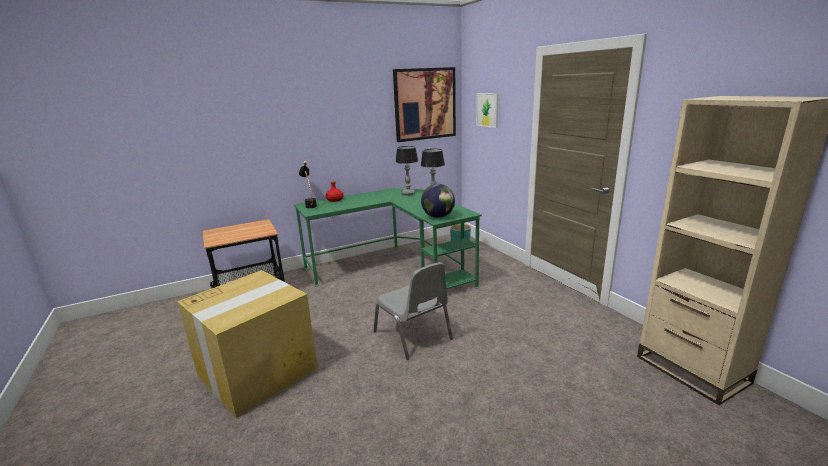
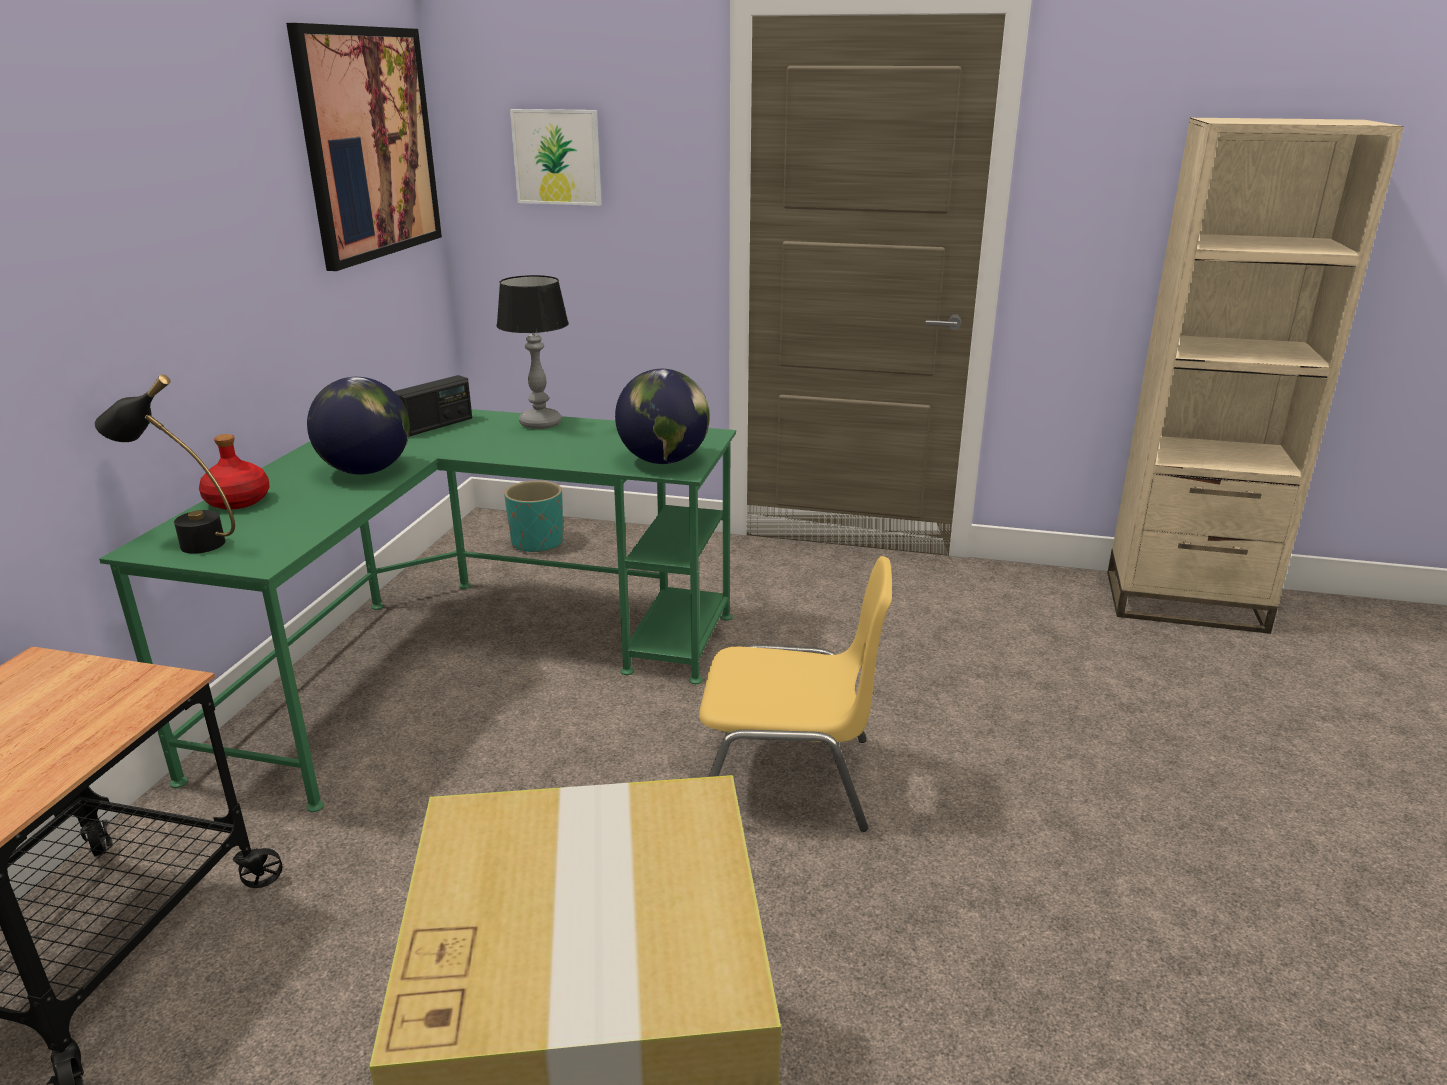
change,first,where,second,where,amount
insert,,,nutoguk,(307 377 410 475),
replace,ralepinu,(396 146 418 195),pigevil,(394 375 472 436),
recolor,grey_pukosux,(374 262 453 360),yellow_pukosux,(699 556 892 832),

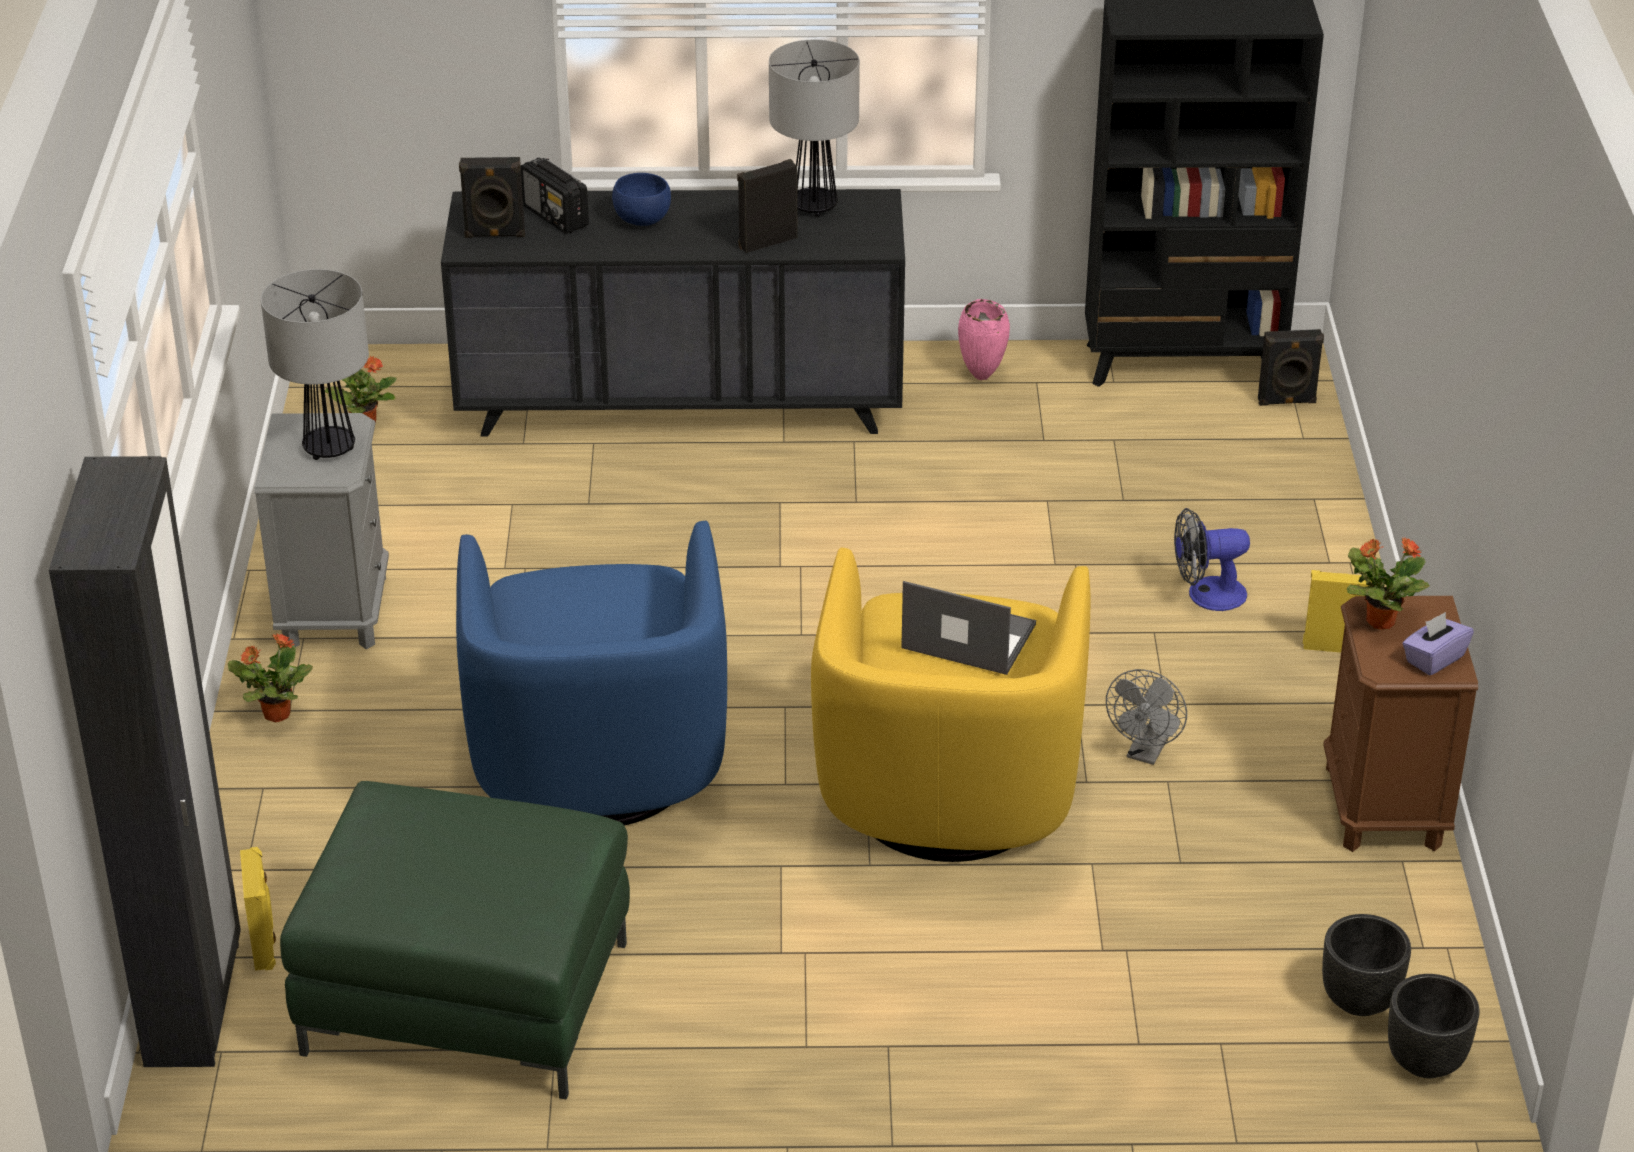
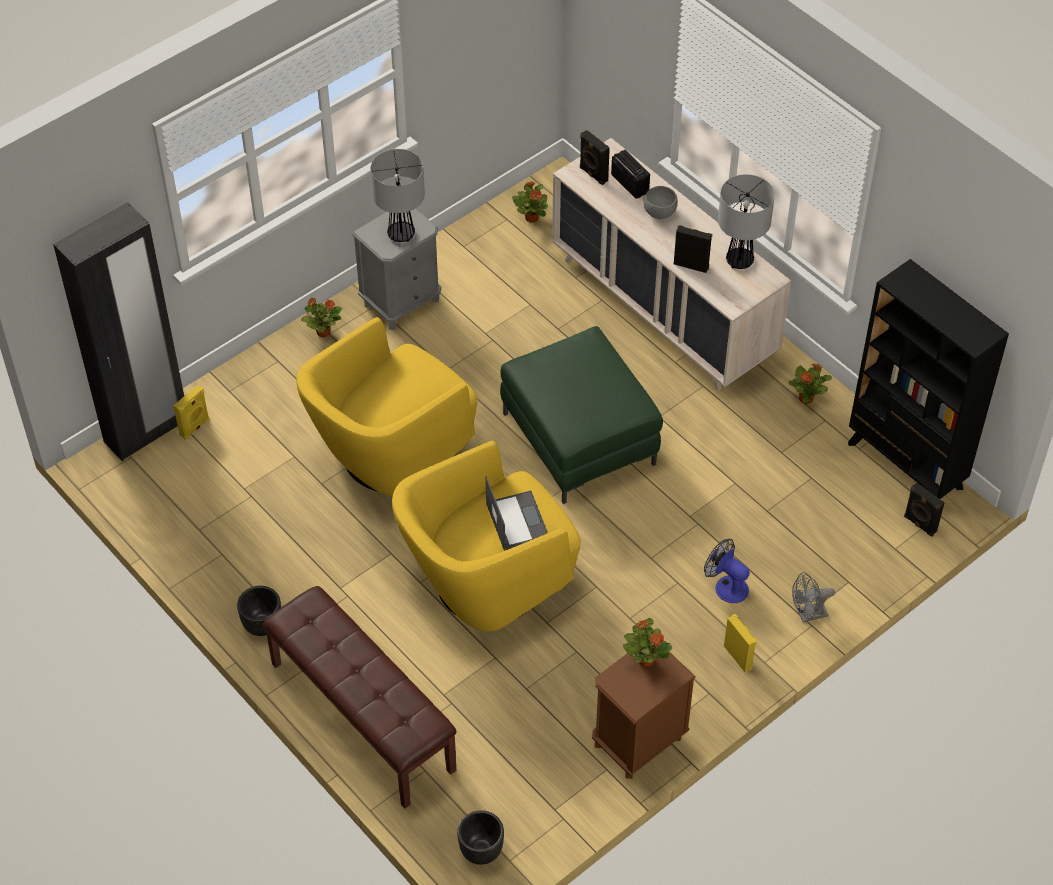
change,first,where,second,where,amount
move,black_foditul,(1322 914 1411 1016),,(237 586 281 636),
insert,,,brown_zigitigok,(262 586 457 808),
recolor,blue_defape,(456 521 727 826),yellow_defape,(296 317 477 496),
move,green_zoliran,(280 781 630 1099),,(500 326 663 504),
recolor,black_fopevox,(441 189 905 437),beige_fopevox,(552 138 791 391),
rotate,pigevil,(521 157 589 234),,(611 150 650 199),135 degrees clockwise
recolor,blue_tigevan,(612 173 671 226),grey_tigevan,(644 186 678 219),
replace,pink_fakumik,(958 299 1010 380),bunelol,(789 363 832 404),
move,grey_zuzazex,(1106 669 1187 765),,(792 572 835 623),
delete,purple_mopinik,(1402 612 1474 675),,,

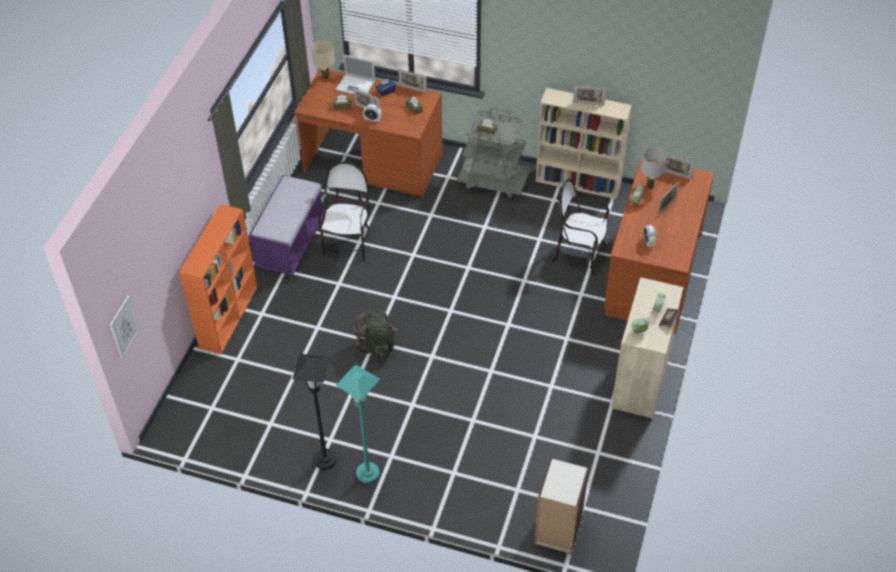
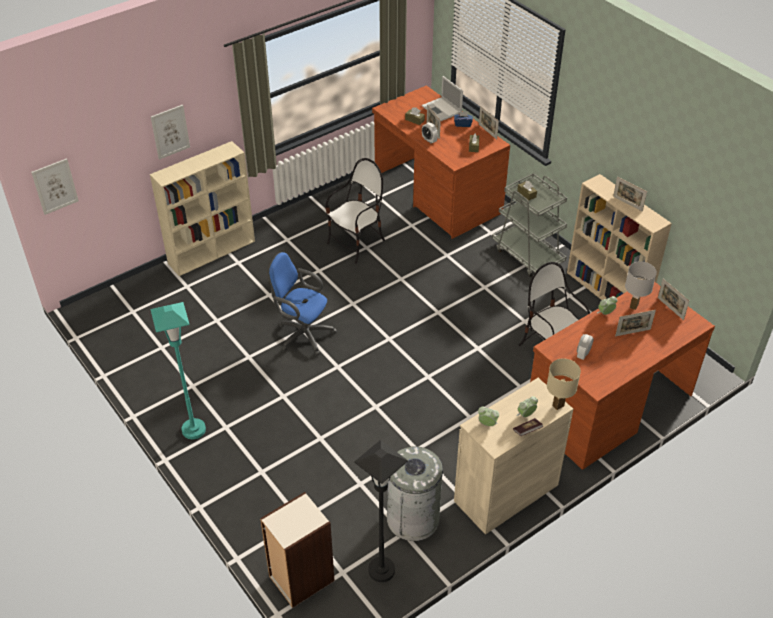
change,first,where,second,where,amount
recolor,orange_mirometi,(179 204 258 354),beige_mirometi,(150 141 255 276),
insert,,,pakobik,(151 105 190 160),
replace,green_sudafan,(354 308 398 361),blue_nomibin,(268 252 337 356),
move,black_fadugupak,(293 354 337 470),,(354 440 408 582),
insert,,,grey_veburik,(387 446 443 541),
move,beige_ralepinu,(312 40 335 80),,(547 359 581 410),
delete,purple_zigitigok,(248 175 325 276),,,

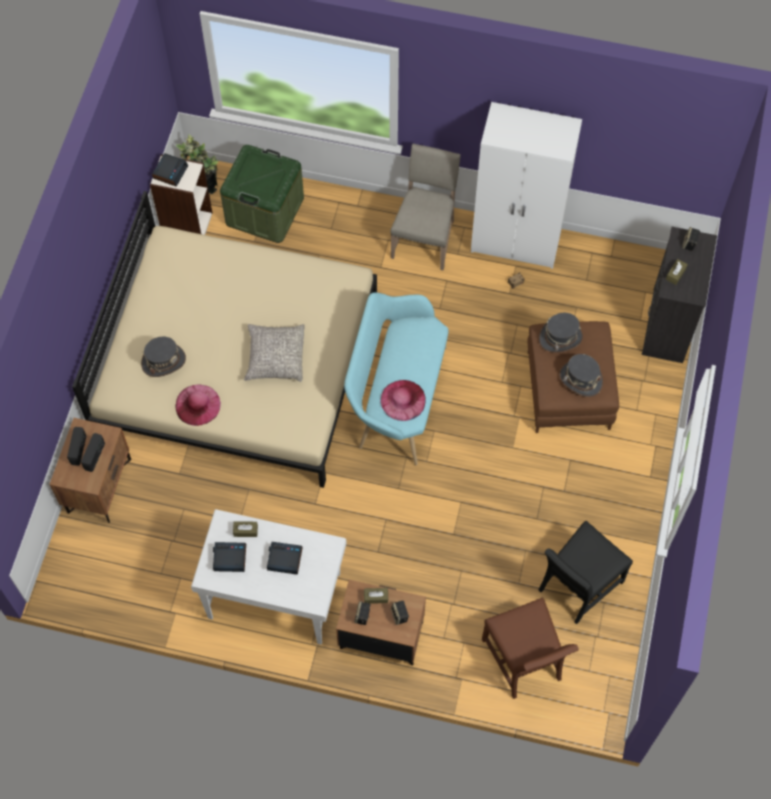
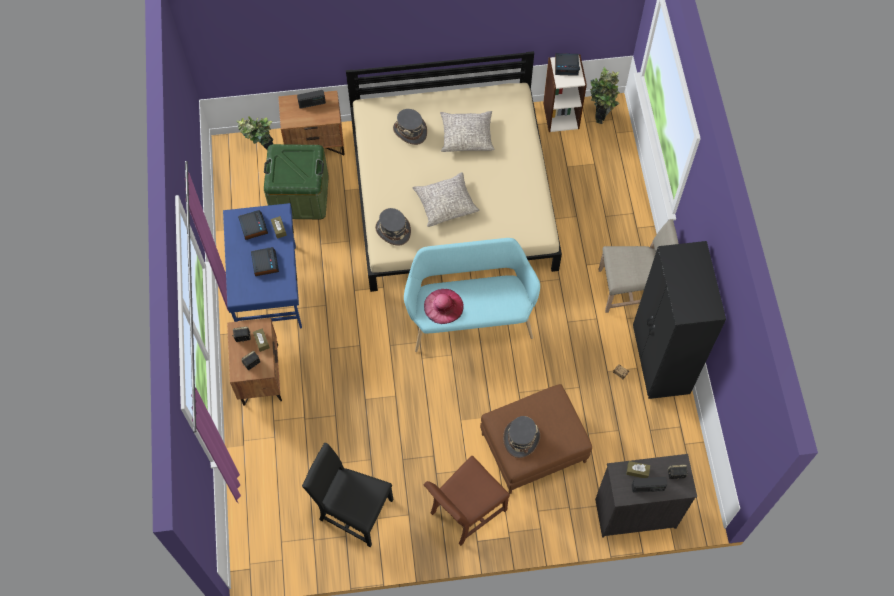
change,first,where,second,where,amount
recolor,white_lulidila,(191 509 347 645),blue_lulidila,(223 203 302 329),
insert,,,bunelol,(237 116 274 150),
move,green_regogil,(220 145 304 243),,(264 144 329 219),
move,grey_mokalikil,(539 313 583 353),,(375 208 411 246),
move,brown_pukosux,(482 597 579 699),,(424 455 510 546),
insert,,,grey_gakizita,(440 111 495 152),
move,pigevil,(81 433 105 472),,(632 477 667 493),
recolor,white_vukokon,(471 102 582 269),black_vukokon,(633 241 726 399),
delete,pink_mokalikil,(176 384 221 426),,,

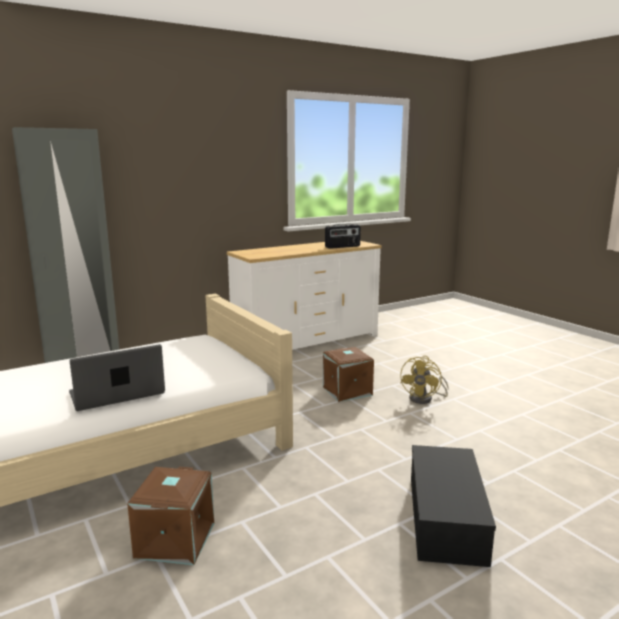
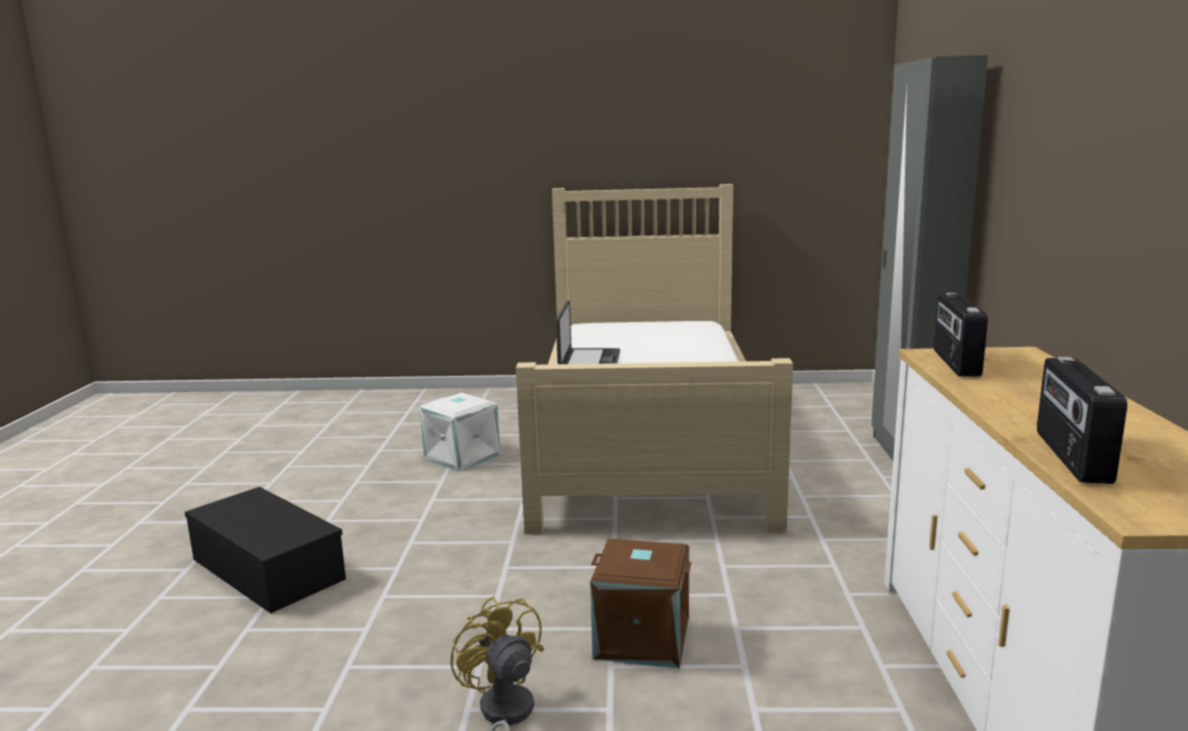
change,first,where,second,where,amount
recolor,brown_regogil,(127 466 214 565),white_regogil,(420 393 500 471),
insert,,,pigevil,(934 293 988 377),

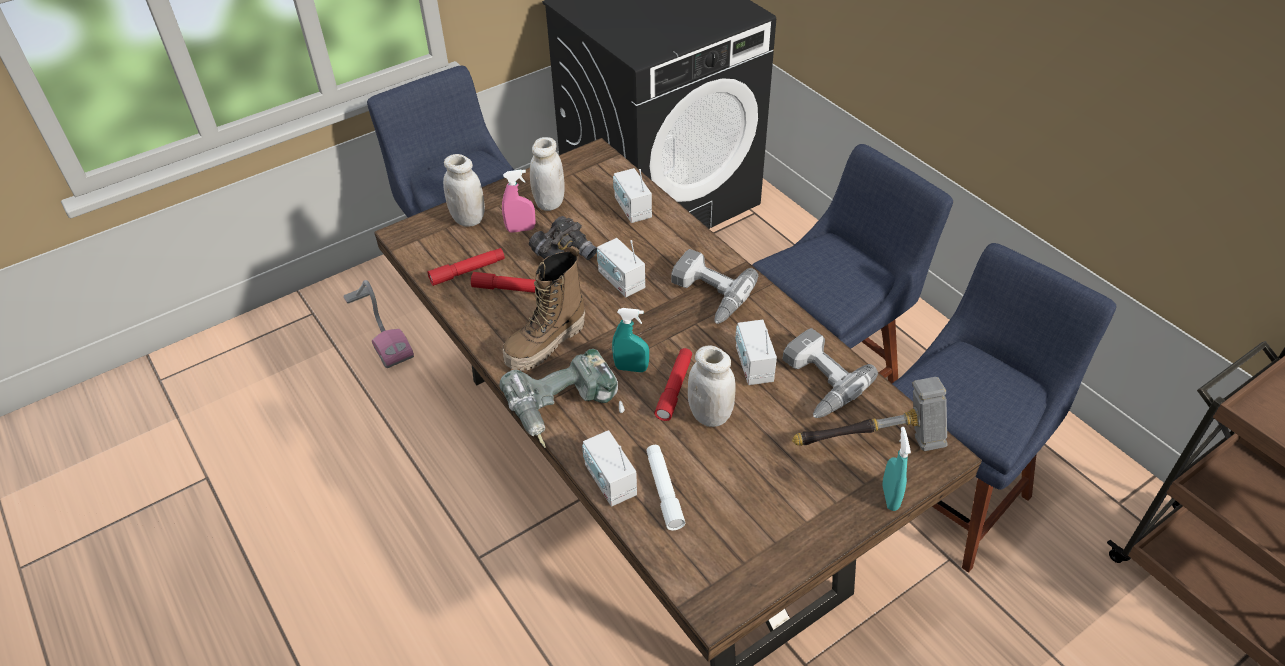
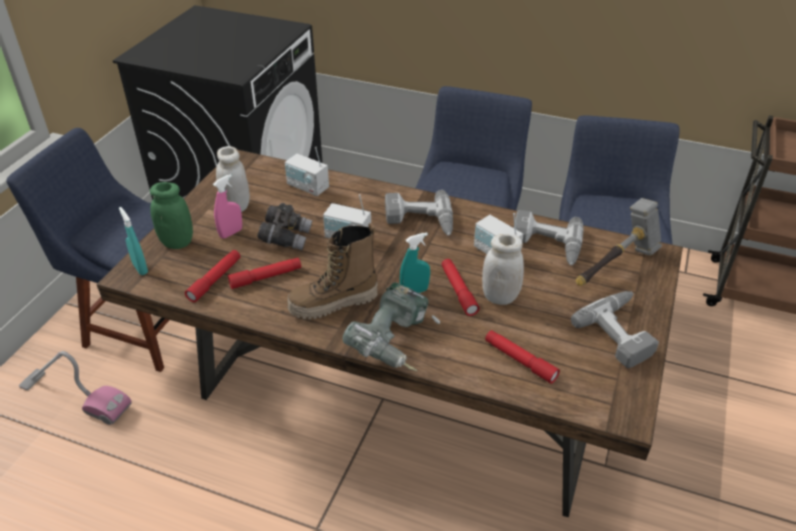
change,first,where,second,where,amount
move,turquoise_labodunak,(882 427 911 511),,(119 207 148 275),
recolor,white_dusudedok,(443 154 485 227),green_dusudedok,(150 182 193 249),
rotate,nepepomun,(503 246 585 371),,(287 223 378 320),60 degrees clockwise
recolor,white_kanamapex,(646 445 685 531),red_kanamapex,(485 330 560 384),
insert,,,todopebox,(571 291 659 368),
delete,pigevil,(582 430 637 507),,,

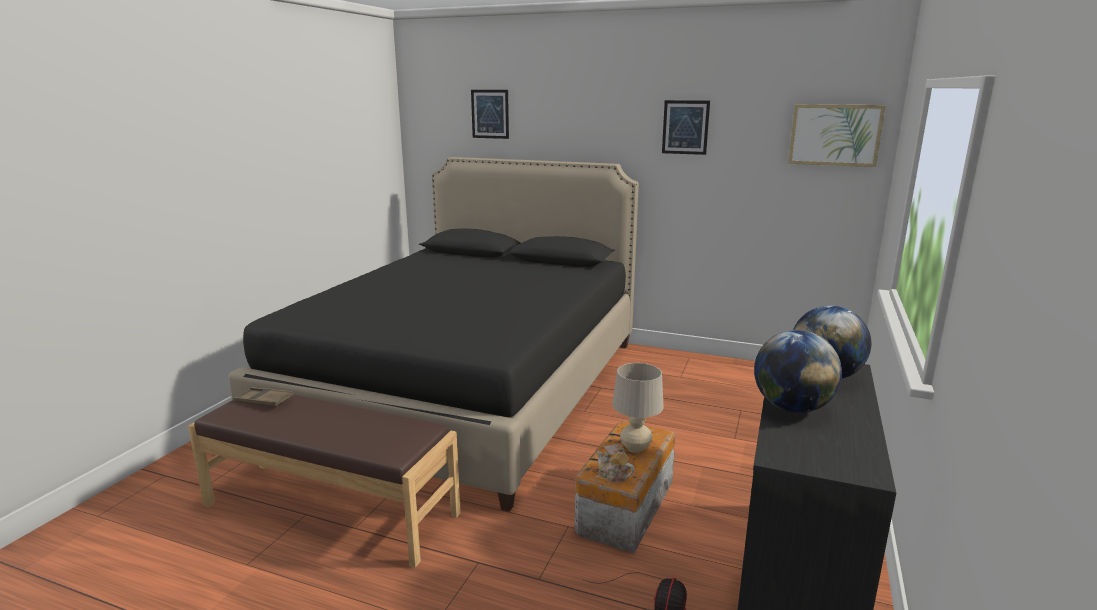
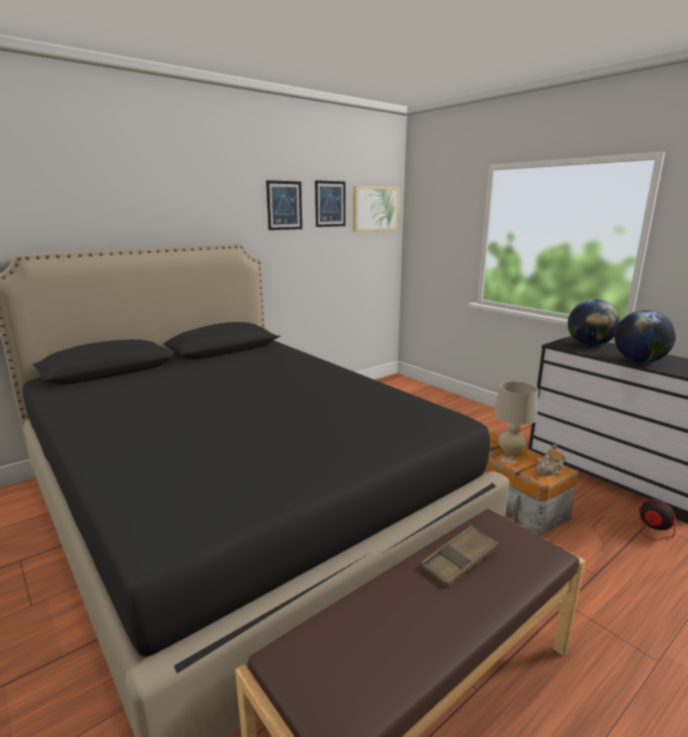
change,first,where,second,where,amount
move,pakobik,(471 90 509 139),,(315 180 346 227),
move,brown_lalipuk,(233 387 294 407),,(420 526 499 587),

